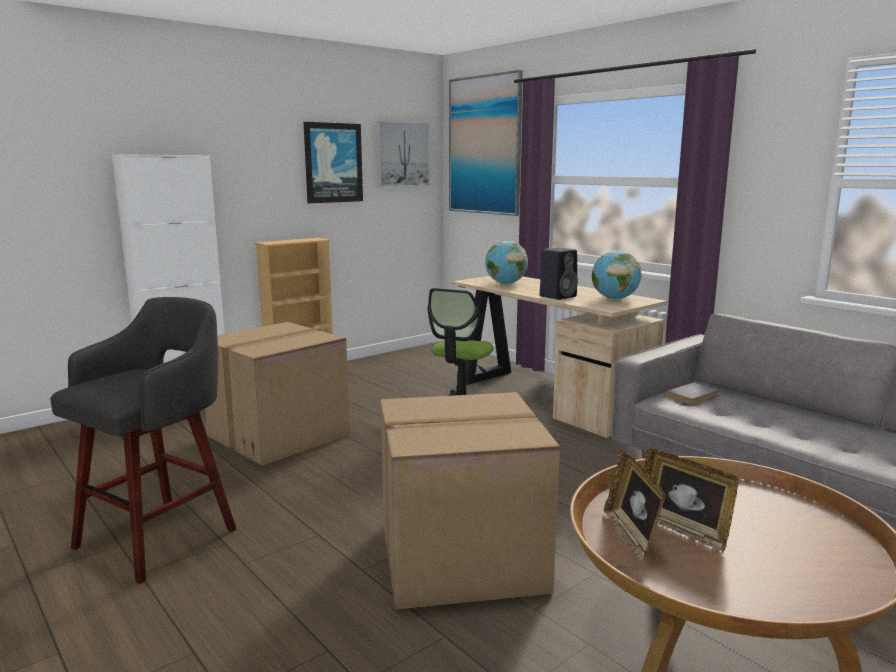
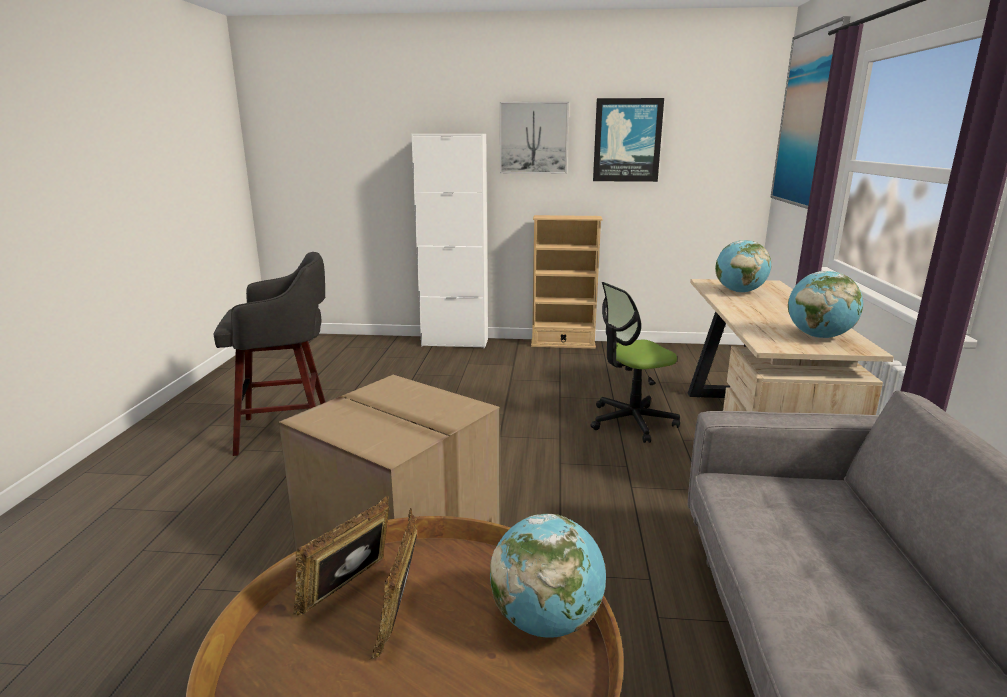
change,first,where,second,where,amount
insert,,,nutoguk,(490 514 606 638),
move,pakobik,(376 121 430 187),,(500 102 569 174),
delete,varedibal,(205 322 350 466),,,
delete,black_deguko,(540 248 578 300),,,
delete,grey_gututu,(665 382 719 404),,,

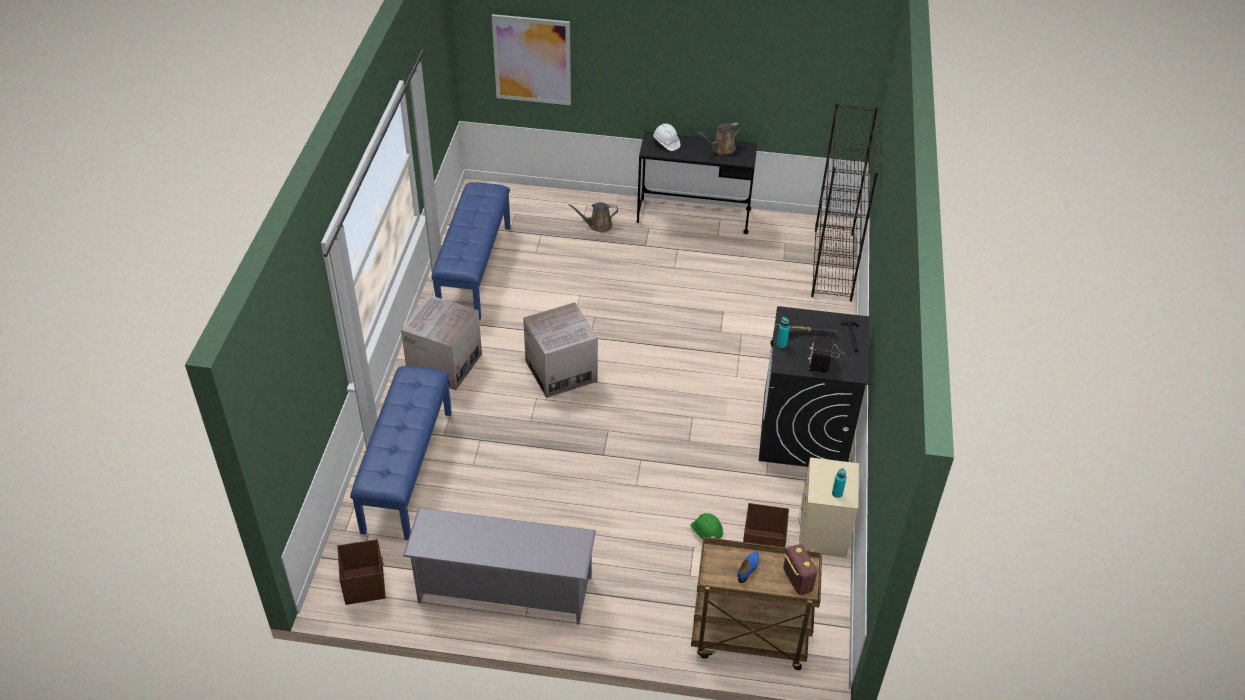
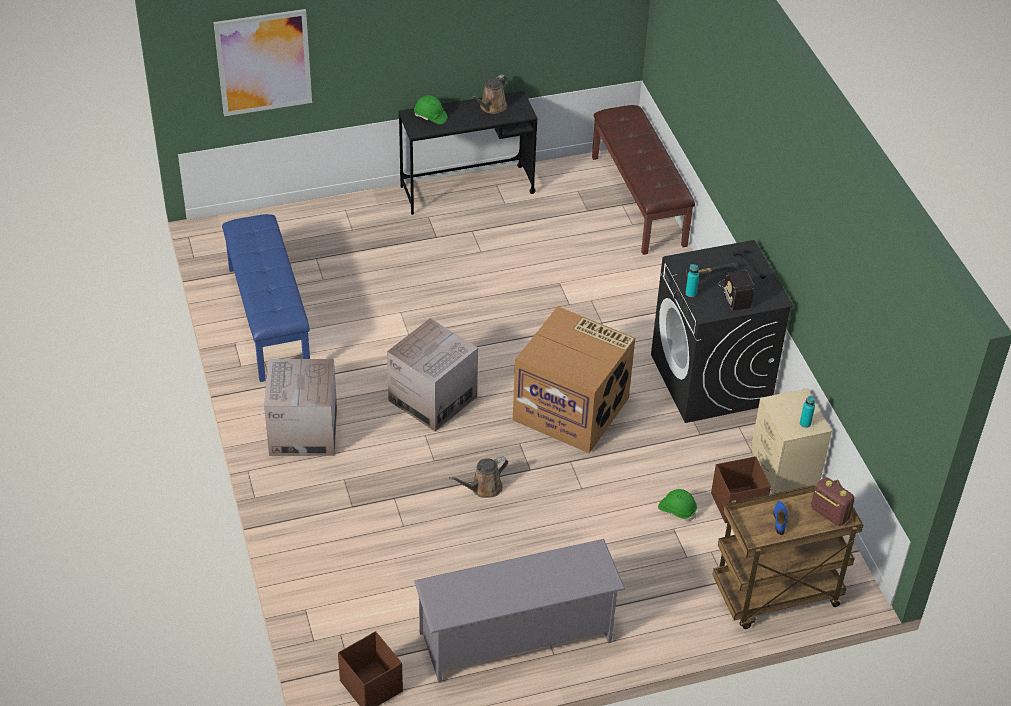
change,first,where,second,where,amount
recolor,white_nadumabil,(653 124 681 151),green_nadumabil,(414 95 448 124),
move,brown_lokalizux,(568 202 618 232),,(449 457 508 498),
insert,,,varedibal,(513 306 635 453),
replace,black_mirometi,(811 103 878 302),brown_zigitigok,(592 105 695 255),
delete,blue_zigitigok,(350 366 452 540),,,

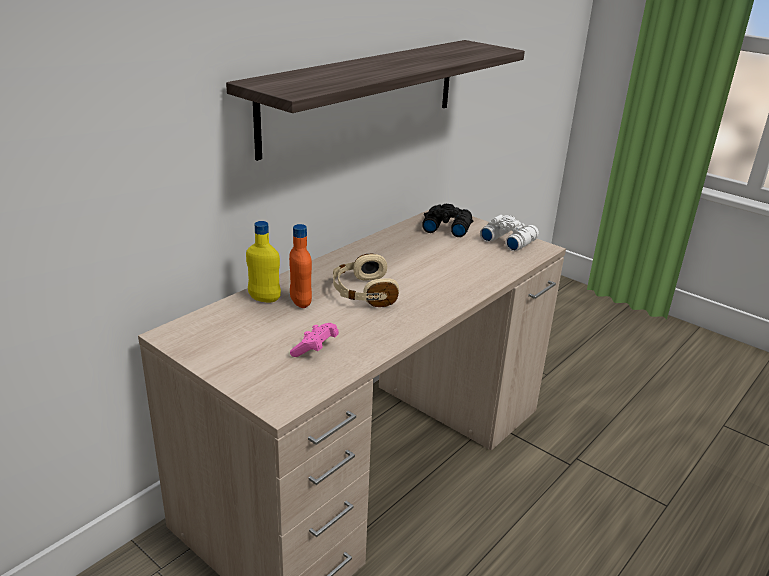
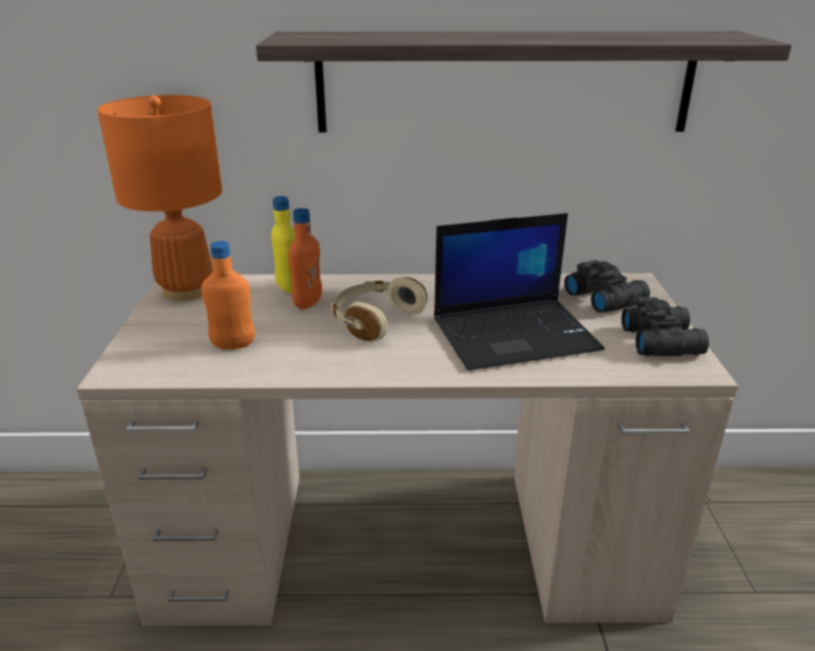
change,first,where,second,where,amount
insert,,,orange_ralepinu,(97 95 222 301),
replace,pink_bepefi,(290 323 339 357),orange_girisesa,(201 241 255 349),
insert,,,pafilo,(434 213 604 371),
recolor,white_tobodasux,(480 215 539 251),black_tobodasux,(622 297 709 356),

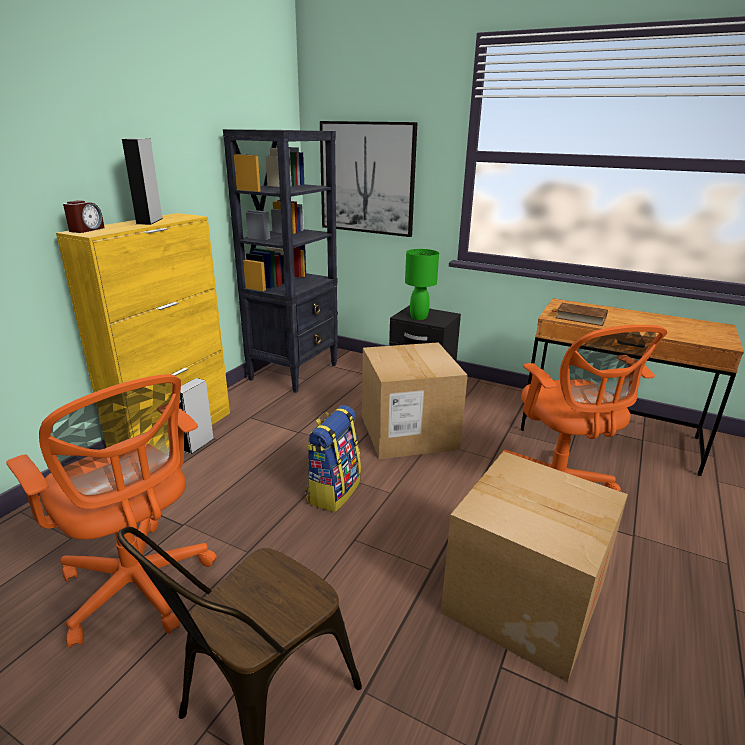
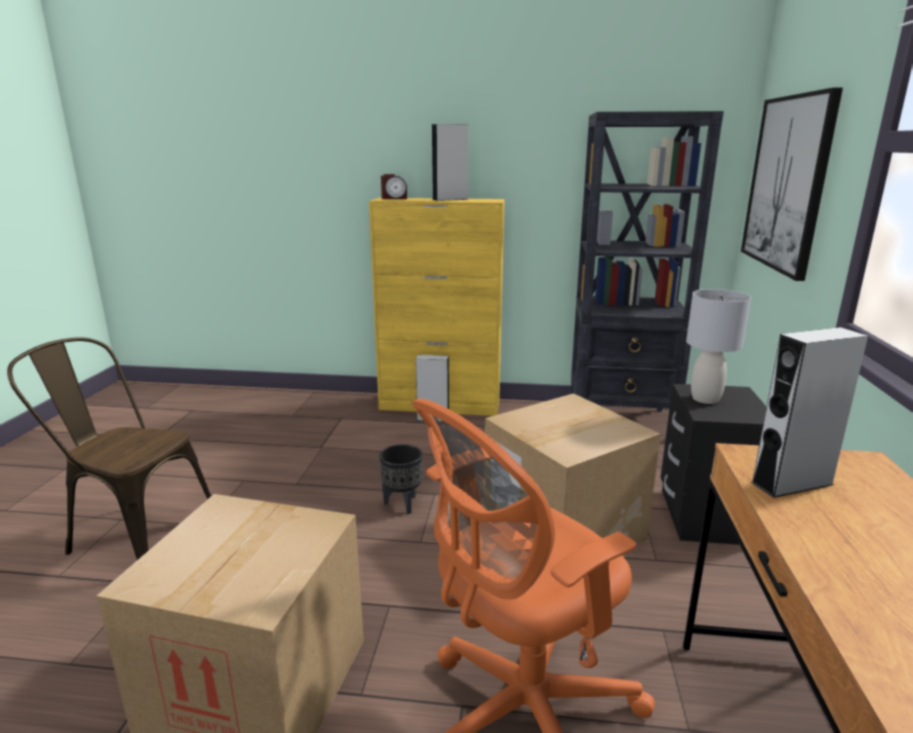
change,first,where,second,where,amount
replace,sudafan,(305 405 361 512),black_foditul,(379 444 423 514),
recolor,green_ralepinu,(405 249 439 320),grey_ralepinu,(686 289 751 404),
replace,brown_gututu,(554 303 608 326),grey_deguko,(751 327 868 498),
delete,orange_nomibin,(6 374 217 648),,,

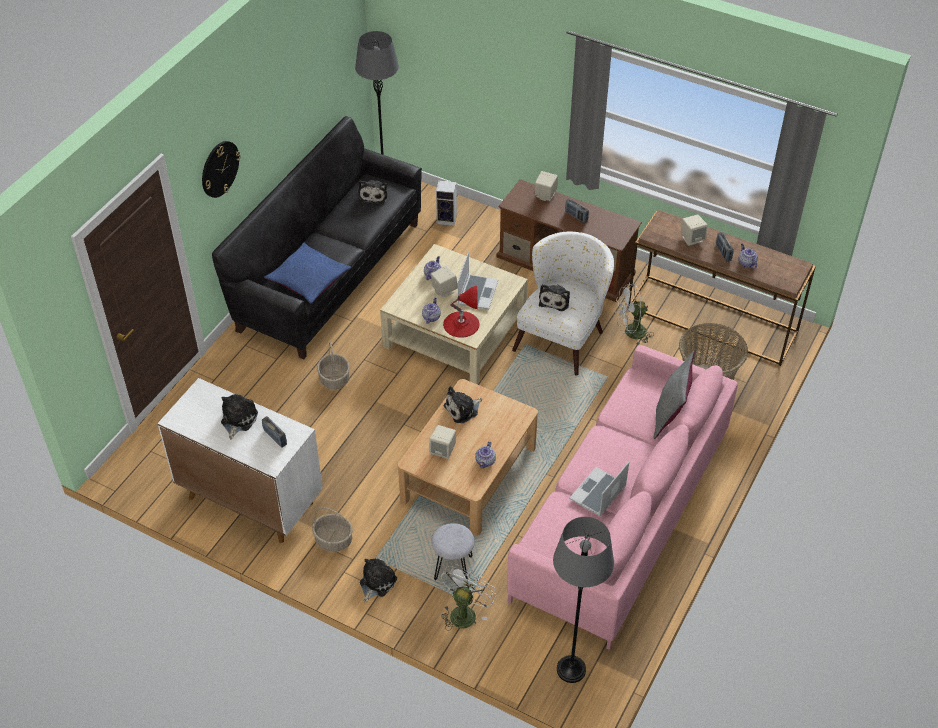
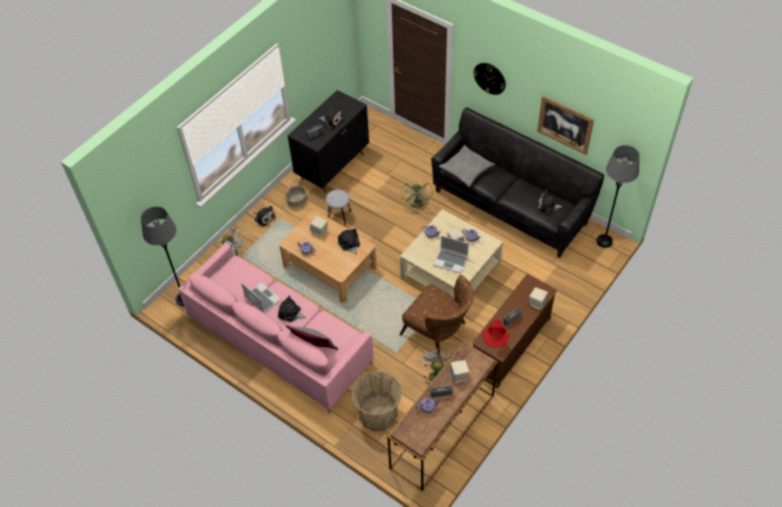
change,first,where,second,where,amount
move,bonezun,(539 284 570 311),,(278 295 306 322),
recolor,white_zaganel,(157 378 323 543),black_zaganel,(288 90 369 193),
move,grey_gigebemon,(431 523 475 584),,(326 189 351 225),
recolor,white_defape,(512 232 614 376),brown_defape,(400 275 474 356),
replace,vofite,(317 342 350 390),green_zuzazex,(401 180 433 208),
recolor,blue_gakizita,(264 243 351 304),grey_gakizita,(439 145 495 187),
move,red_ralepinu,(443 286 479 338),,(483 318 509 348),
insert,,,pakobik,(537 96 594 155),
delete,deguko,(436 180 457 226),,,

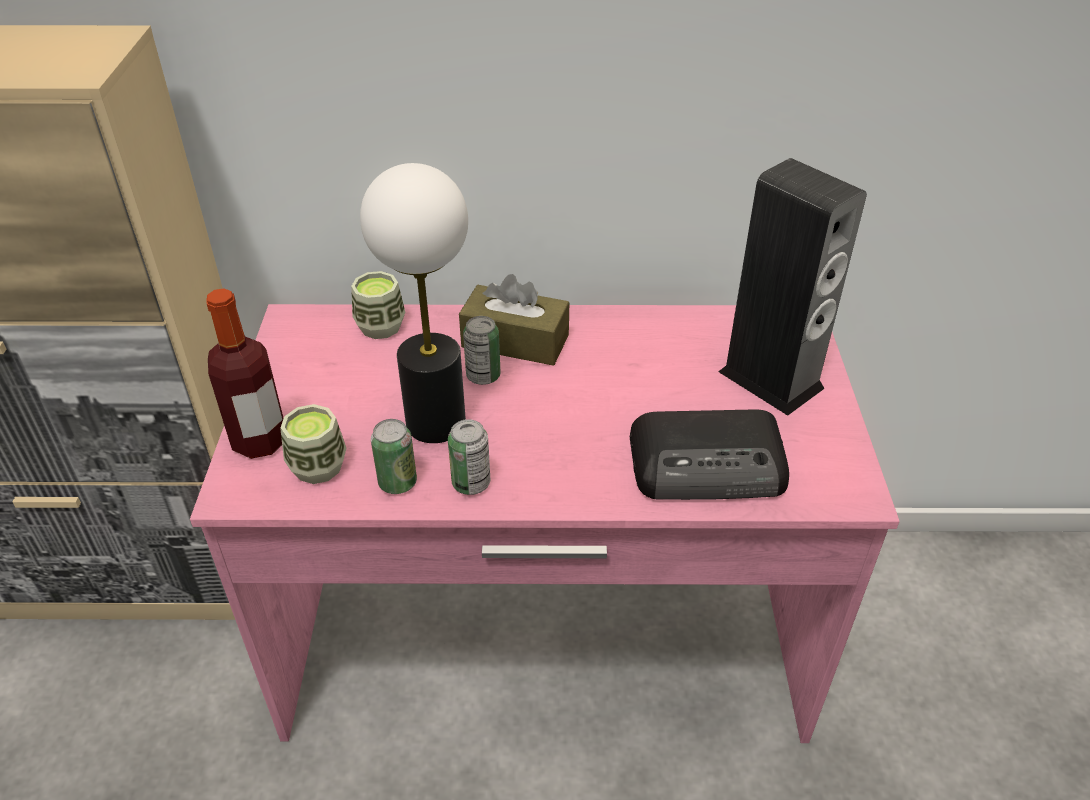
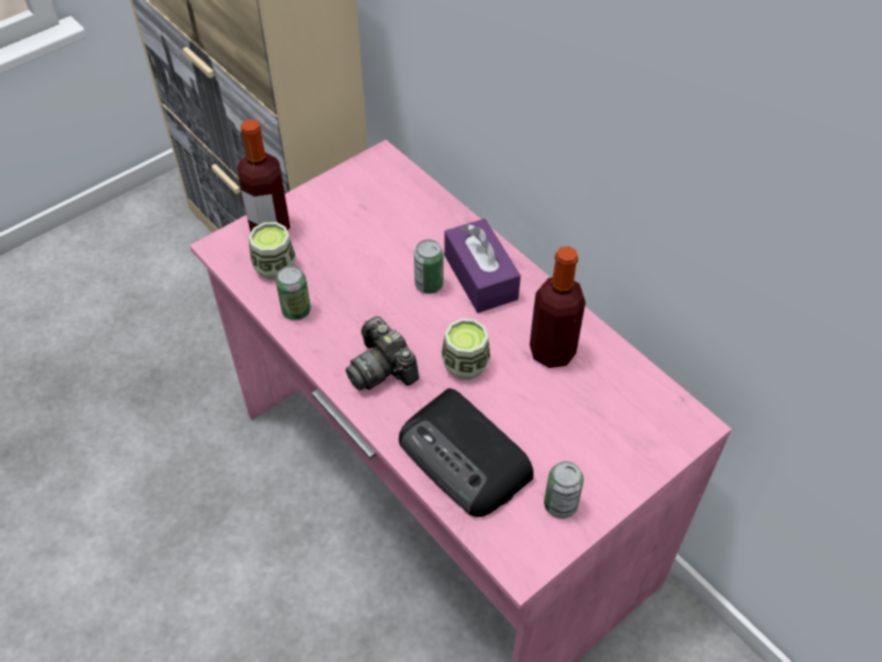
change,first,where,second,where,amount
insert,,,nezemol,(345 316 419 391),
move,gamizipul,(351 271 405 339),,(441 318 490 380),
recolor,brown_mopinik,(459 274 569 366),purple_mopinik,(444 219 521 313),
insert,,,girisesa,(530 246 586 368),
move,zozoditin,(448 419 490 495),,(544 461 584 519),
delete,ralepinu,(360 163 468 443),,,
delete,deguko,(718 158 867 416),,,

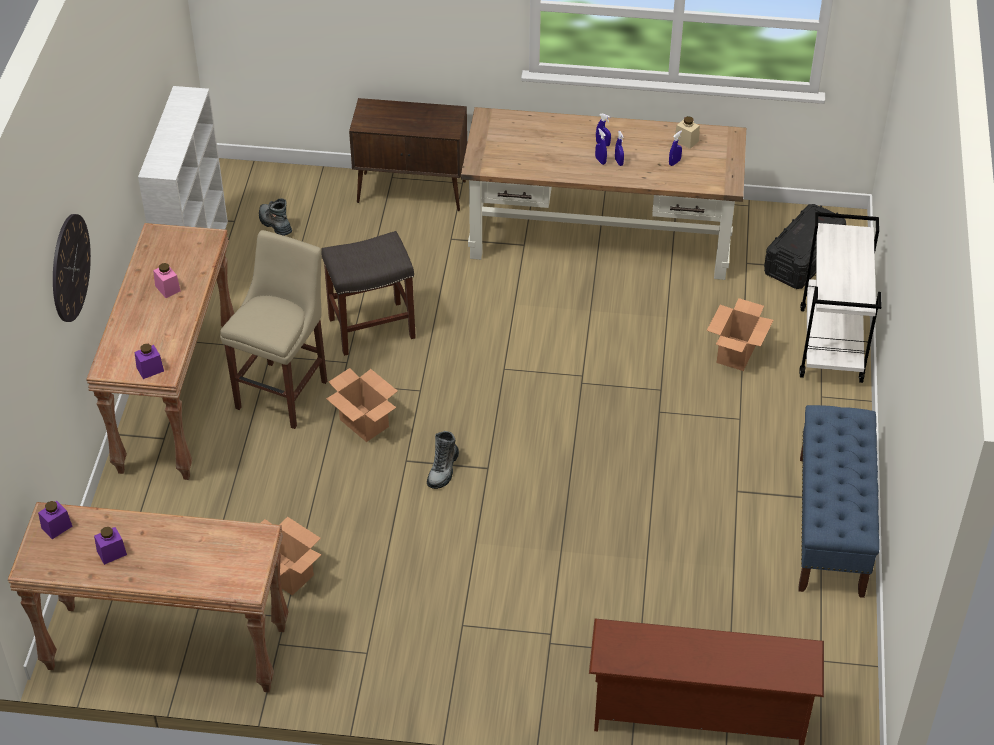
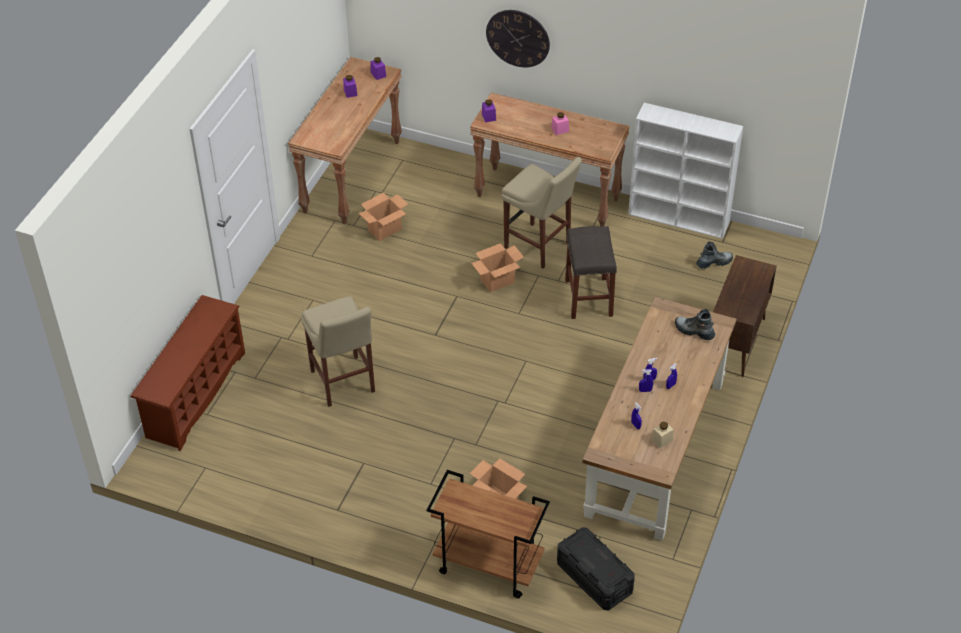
change,first,where,second,where,amount
insert,,,beige_gigebemon,(301 296 375 407),
recolor,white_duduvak,(799 212 882 383),brown_duduvak,(427 470 550 598),
move,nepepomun,(427 431 459 489),,(675 309 715 340),
delete,blue_zigitigok,(798 405 880 598),,,

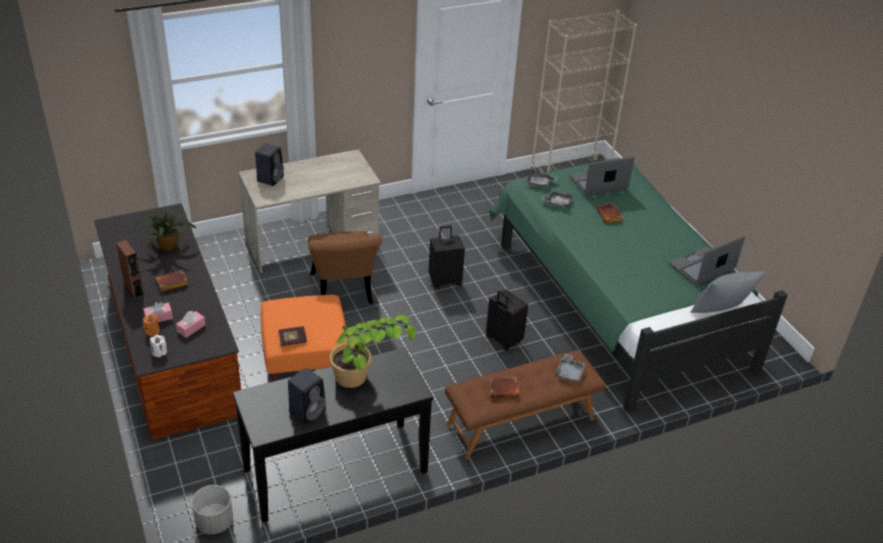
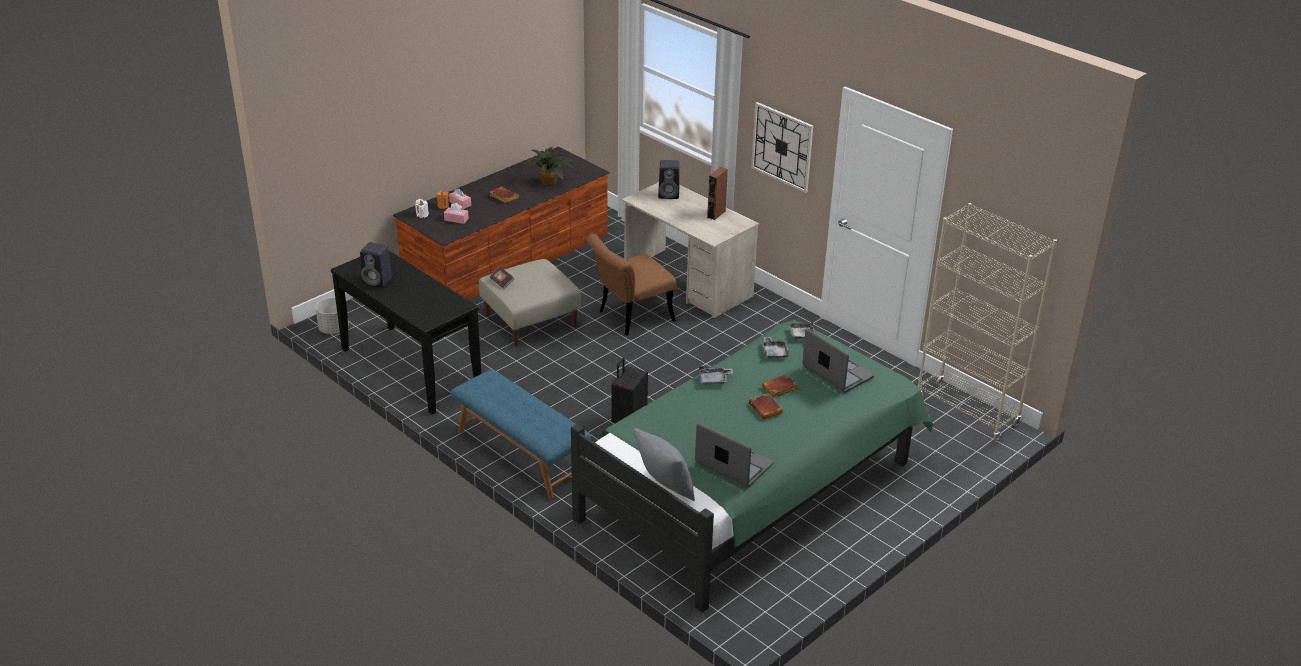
change,first,where,second,where,amount
recolor,brown_zigitigok,(445 350 606 459),blue_zigitigok,(451 369 591 499),
recolor,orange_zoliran,(261 295 348 382),beige_zoliran,(479 259 581 347),
move,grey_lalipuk,(556 354 585 382),,(699 366 733 385),
move,brown_deguko,(116 240 144 299),,(707 167 728 220),
move,brown_gututu,(488 378 520 398),,(749 393 783 420),
insert,,,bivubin,(751 102 813 193),
delete,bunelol,(330 315 415 388),,,
delete,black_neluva,(429 226 465 289),,,

